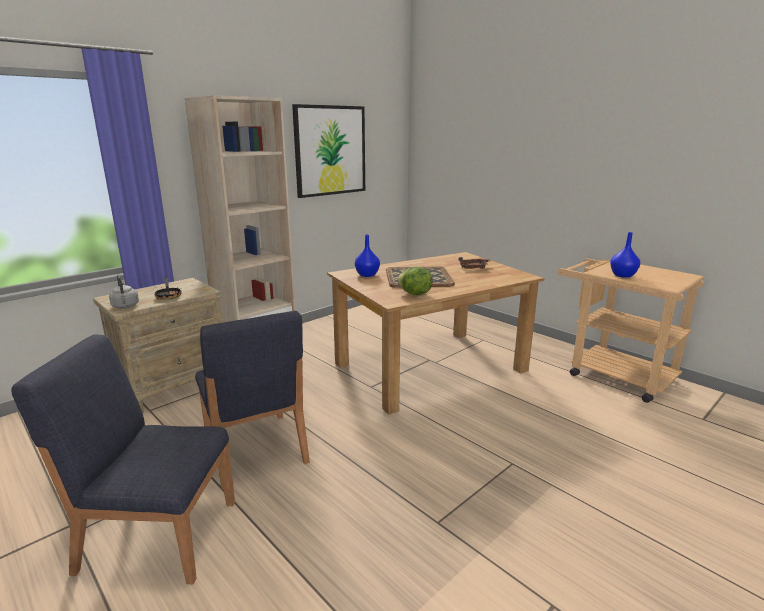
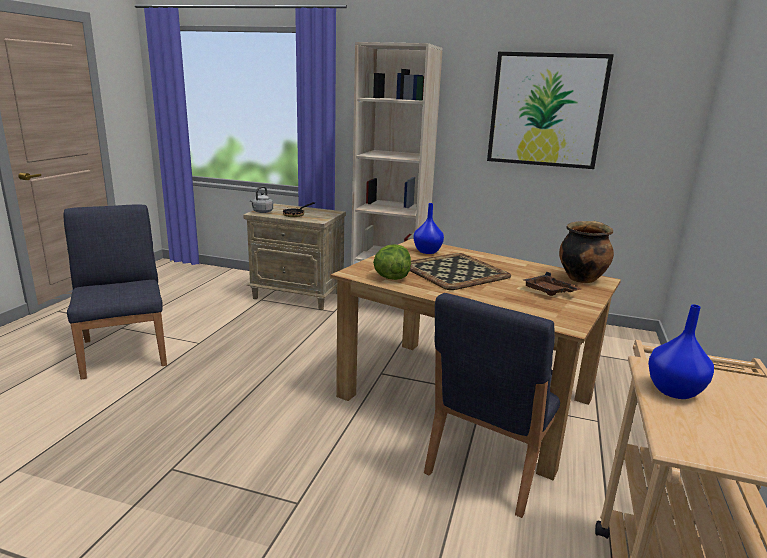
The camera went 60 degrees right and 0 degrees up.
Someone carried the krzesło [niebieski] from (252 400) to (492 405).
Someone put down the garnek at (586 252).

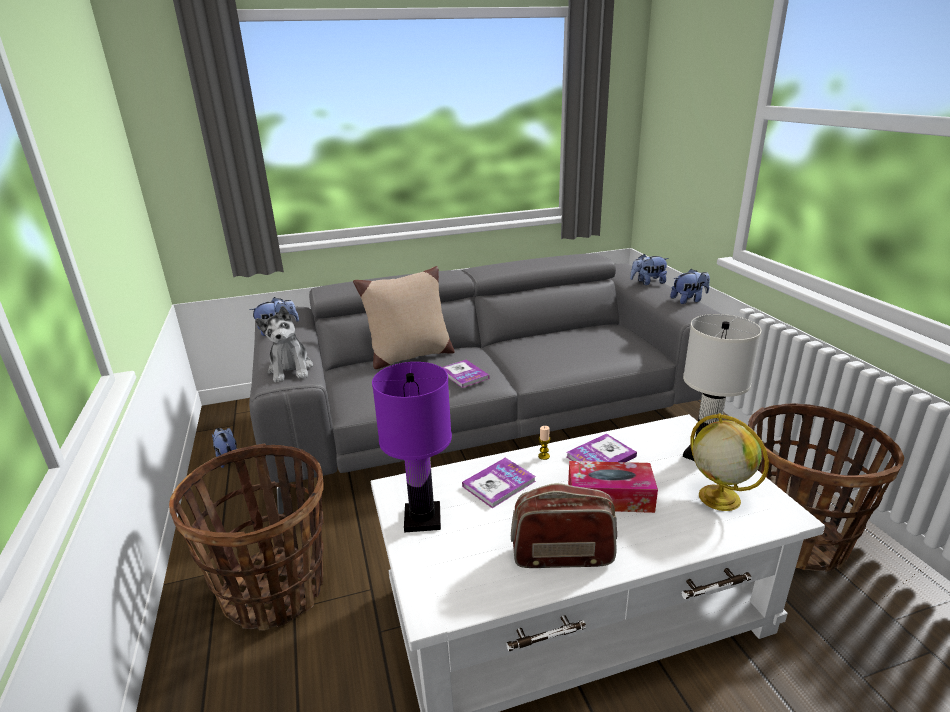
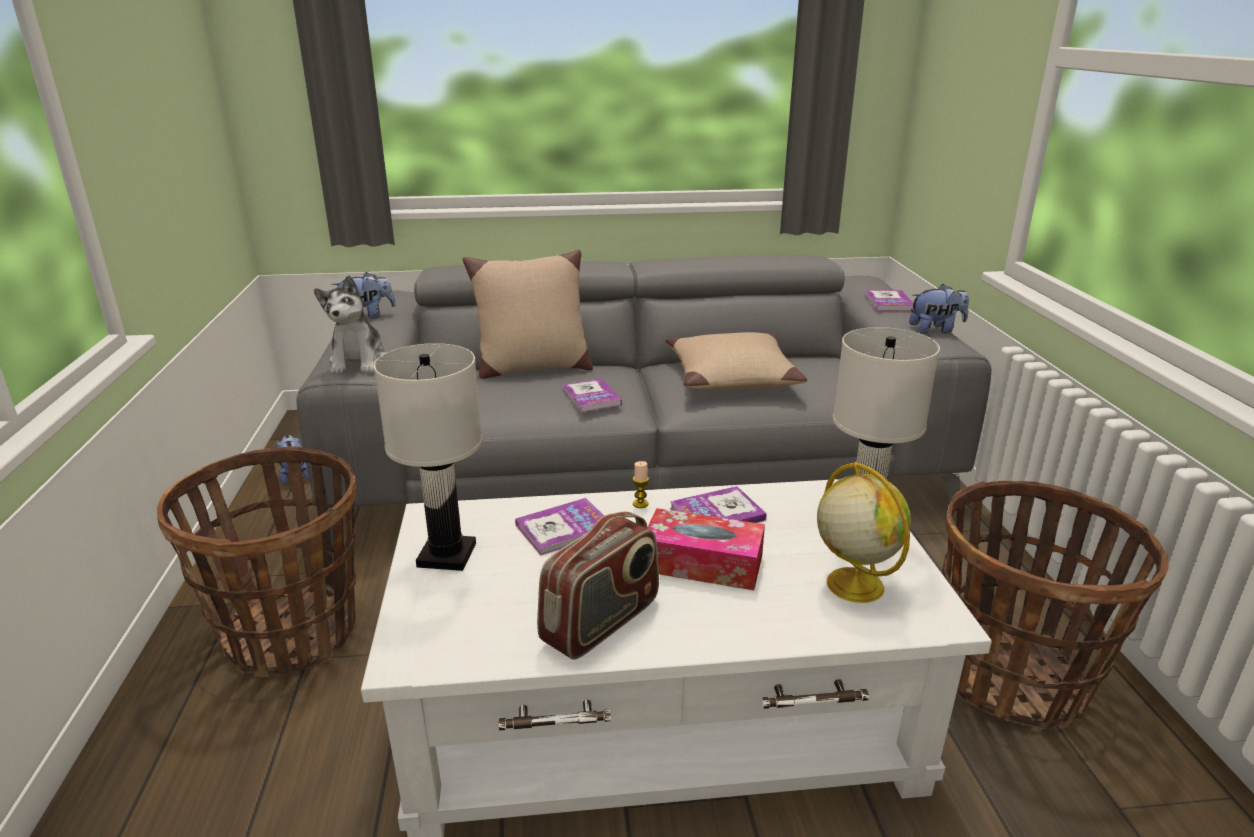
The camera went 10 degrees right and 0 degrees up.
Someone repainted the lampa stołowa [fioletowy] at (412 447), which became the lampa stołowa [biały] at (428 457).
Someone rotated the radio at (564 525) by 120 degrees clockwise.
Someone put down the poduszka [beżowy] at (736 361).
Someone swapped the pluszak at (649 269) for the książka at (889 300).

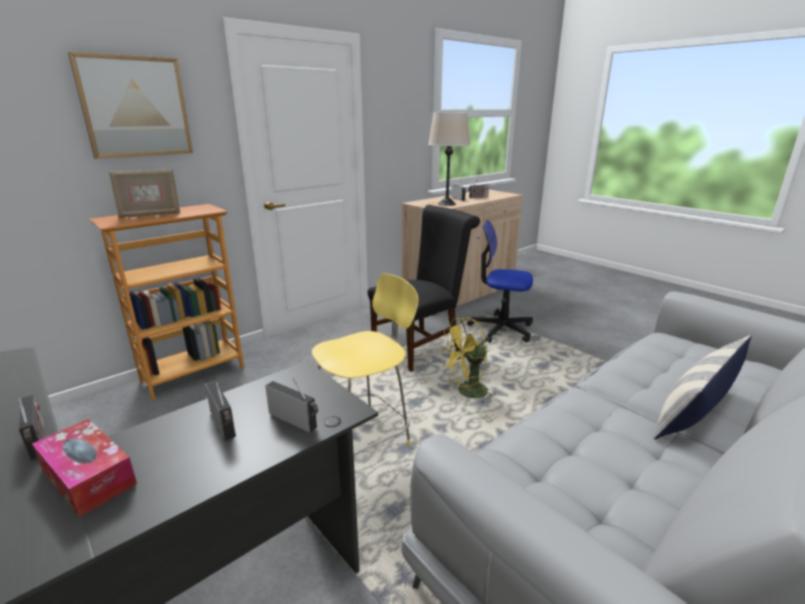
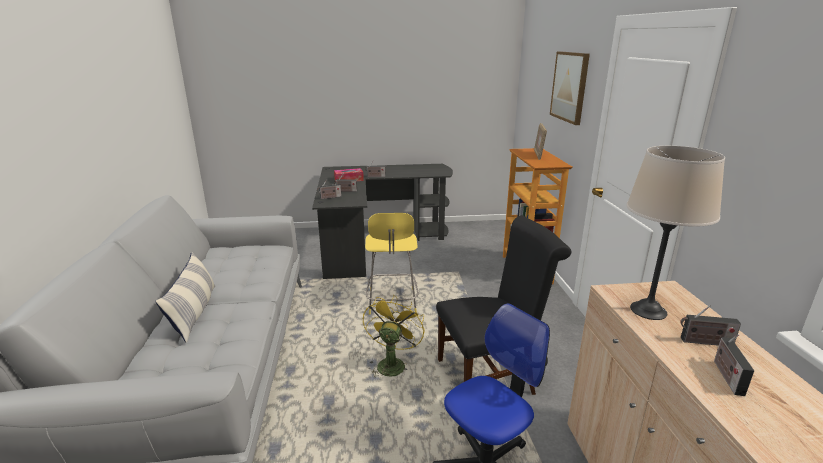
The camera went 125 degrees right and 0 degrees up.
Someone rotated the krzesło [czarny] at (424 288) by 105 degrees counterclockwise.

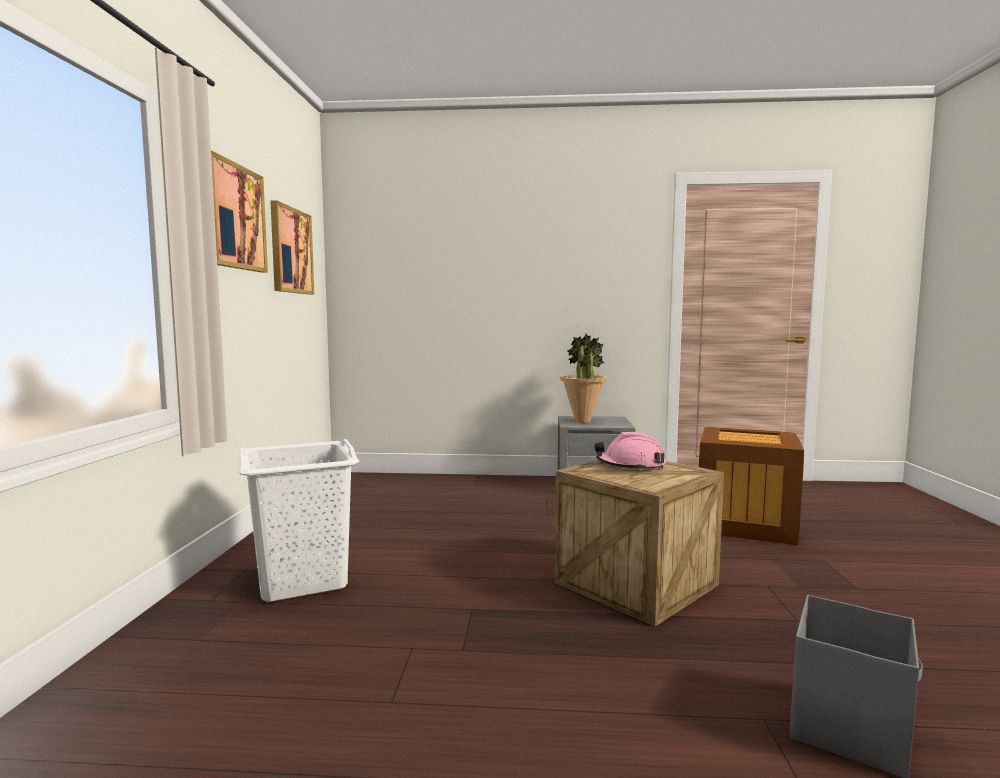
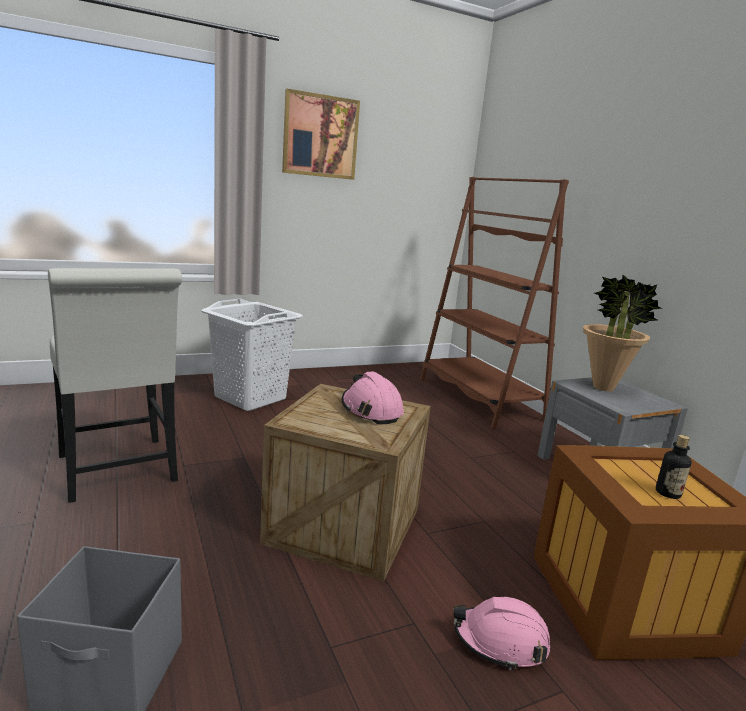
The camera went 60 degrees right and 10 degrees up.
Someone put down the krzesło [biały] at (115 385).
Someone put down the regał [brązowy] at (494 303).
Someone put down the kask [różowy] at (502 633).
Someone put down the butelka at (674 467).
Someone took away the obraz at (292 247).

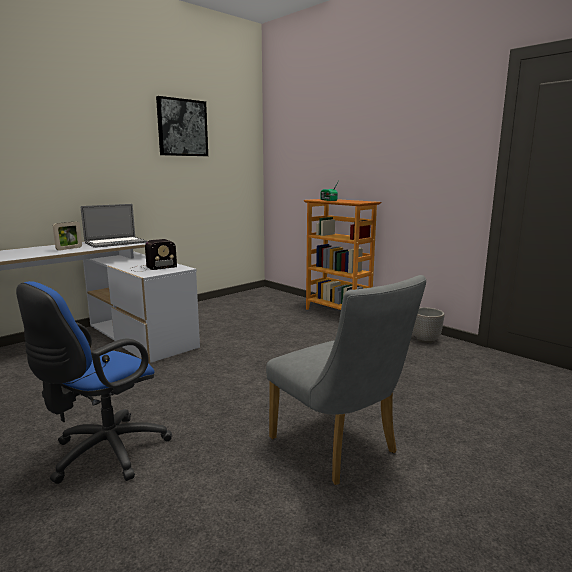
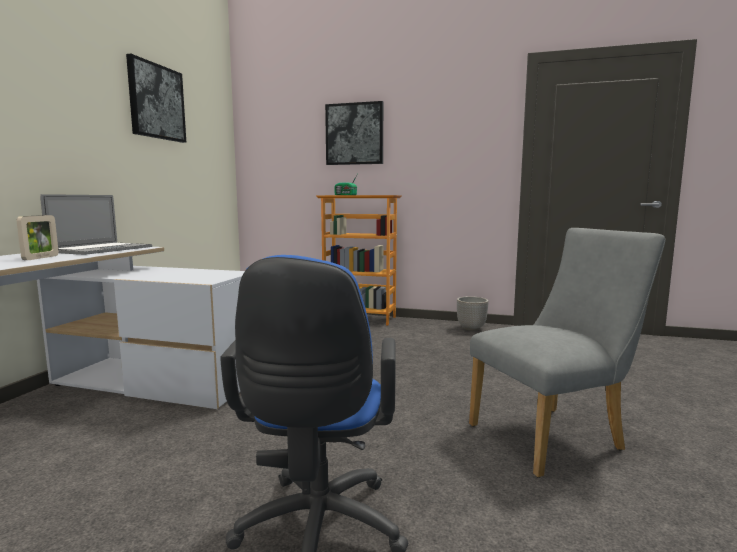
The camera went 30 degrees left and 5 degrees down.
Someone put up the obraz at (354 133).
Someone rotated the krzesło [szary] at (346 380) by 45 degrees counterclockwise.
Someone took away the radio at (153 255).

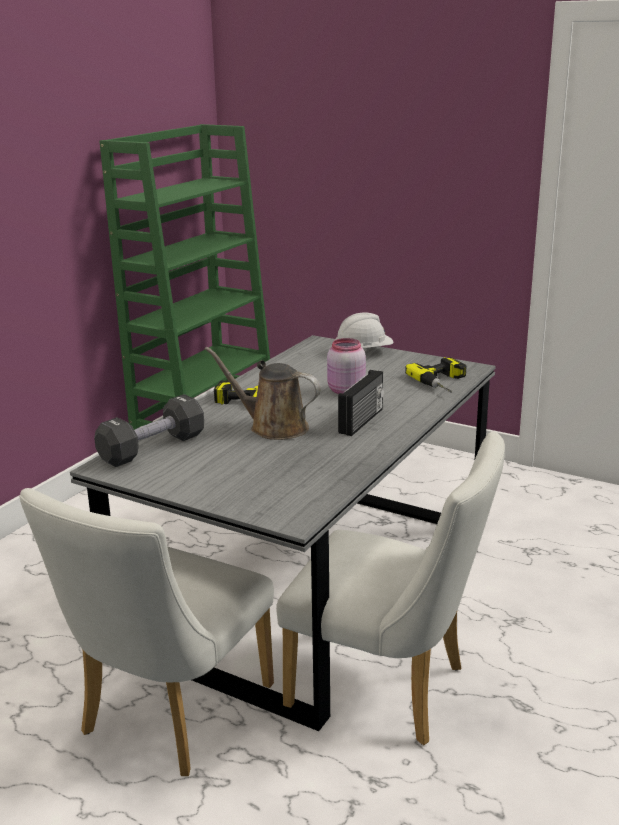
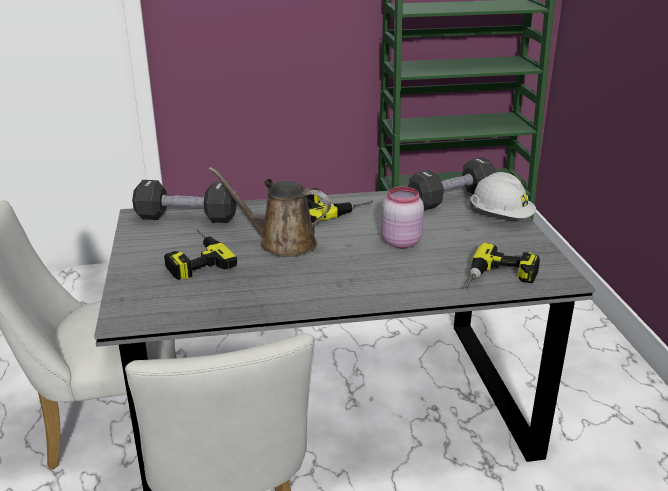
The camera went 50 degrees right and 5 degrees up.
Someone put down the wiertarka at (200 254).
Someone rotated the konewka [brązowy] at (263 393) by 60 degrees counterclockwise.
Someone put down the hantel [czarny] at (452 184).
Someone took away the radio at (361 403).

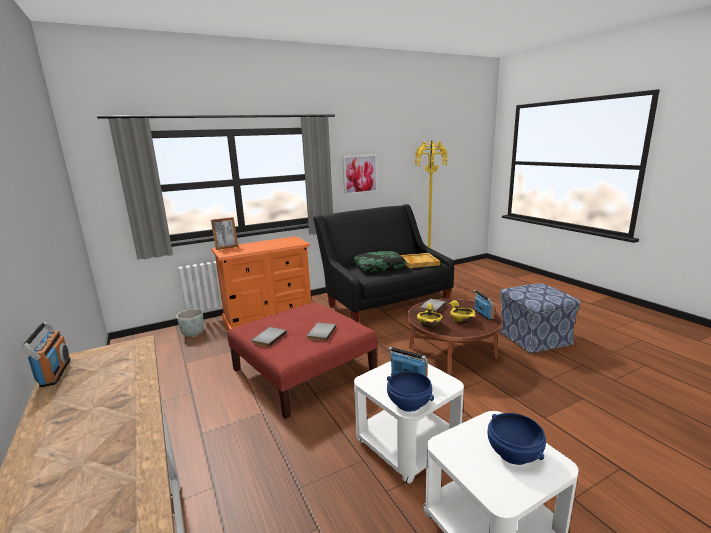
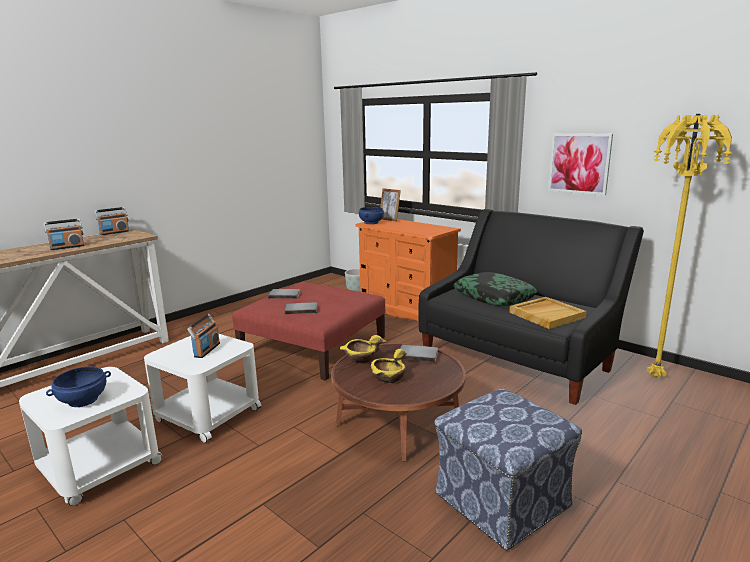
The camera went 70 degrees right and 0 degrees up.
Someone carried the radio from (484 305) to (64 234).
Someone carried the miska [niebieski] from (410 391) to (371 215).

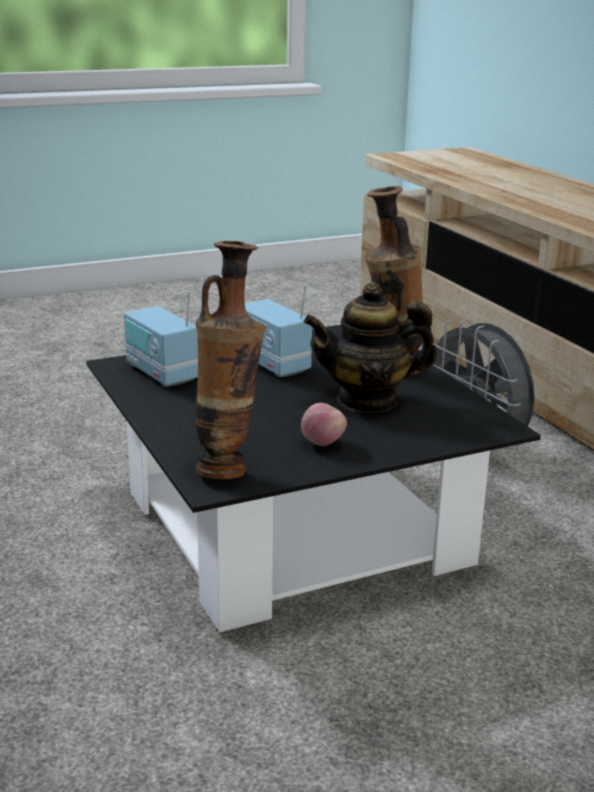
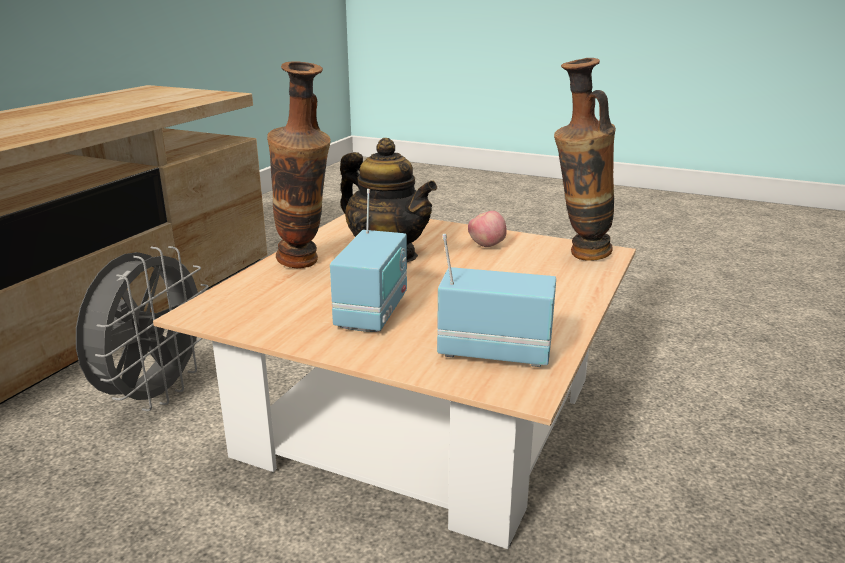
The camera went 130 degrees left and 0 degrees up.
Someone repainted the ława [czarny] at (313 479), which became the ława [beżowy] at (394 381).
Someone rotated the radio at (161 339) by 90 degrees counterclockwise.

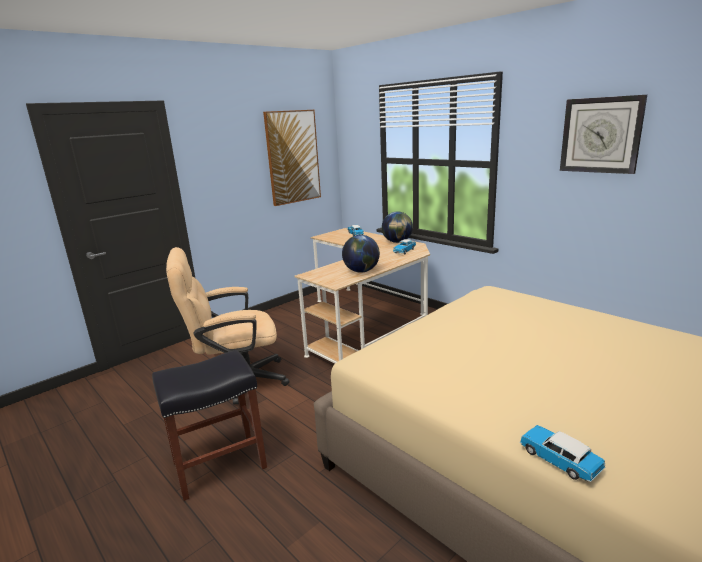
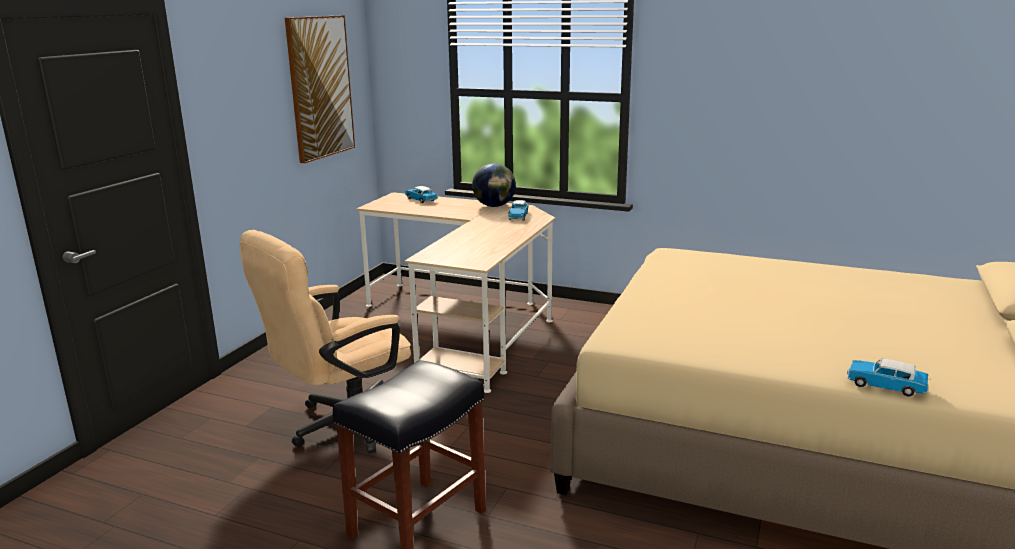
The camera went 25 degrees left and 0 degrees up.
Someone took away the globus at (361 253).
Someone took away the zegar ścienny at (603 134).

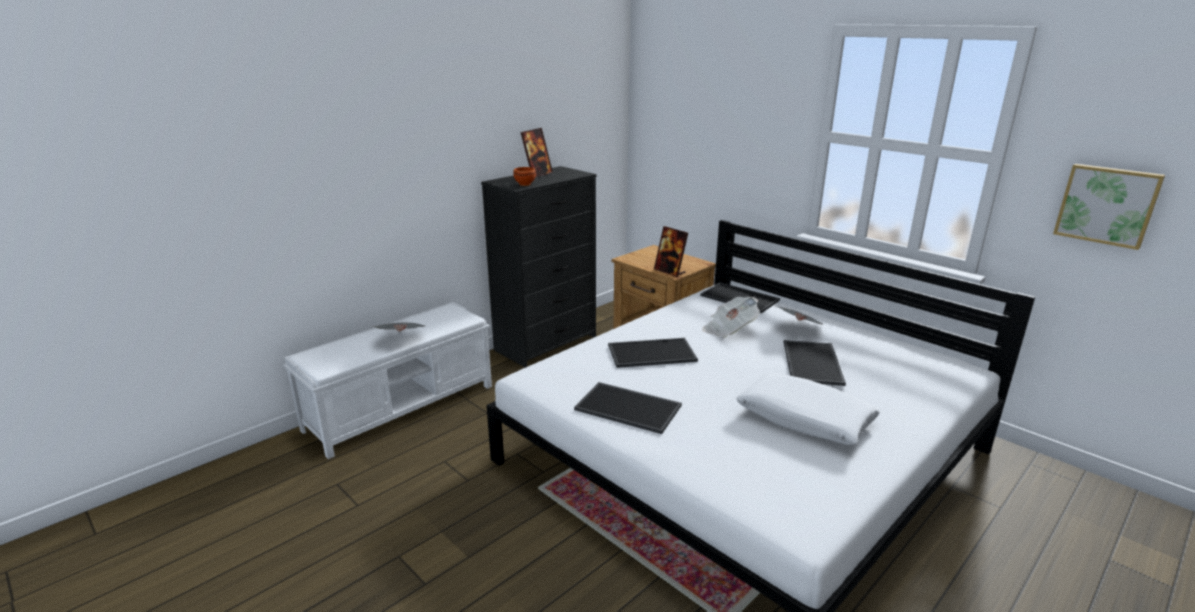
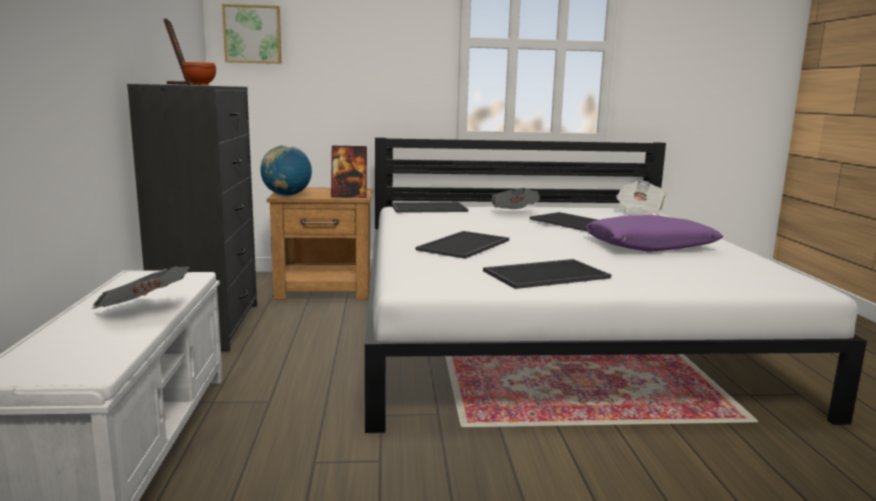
The camera went 50 degrees left and 10 degrees down.
Someone carried the obraz from (1109 207) to (252 34).
Someone put down the globus at (286 170).
Someone repainted the poduszka [biały] at (808 408), which became the poduszka [fioletowy] at (654 233).
Someone carried the gazeta from (731 317) to (641 198).

